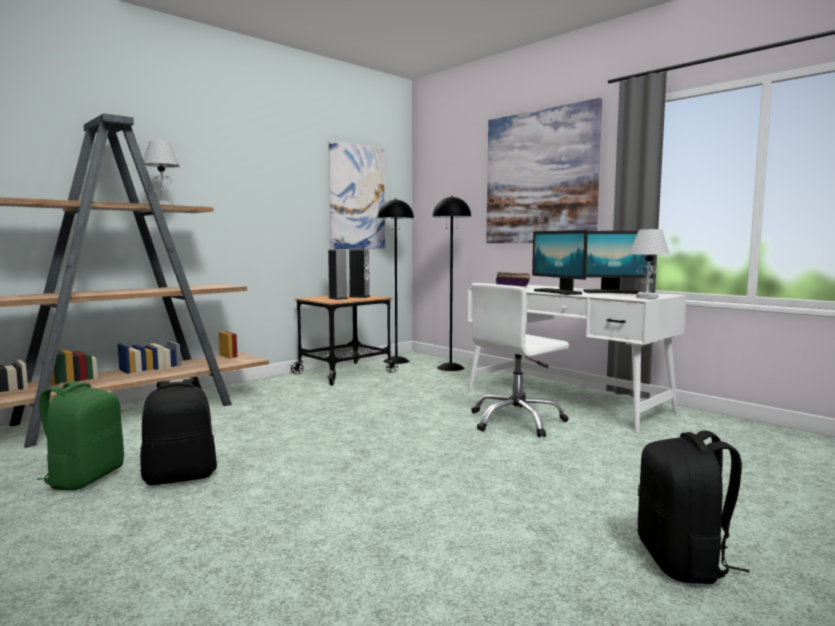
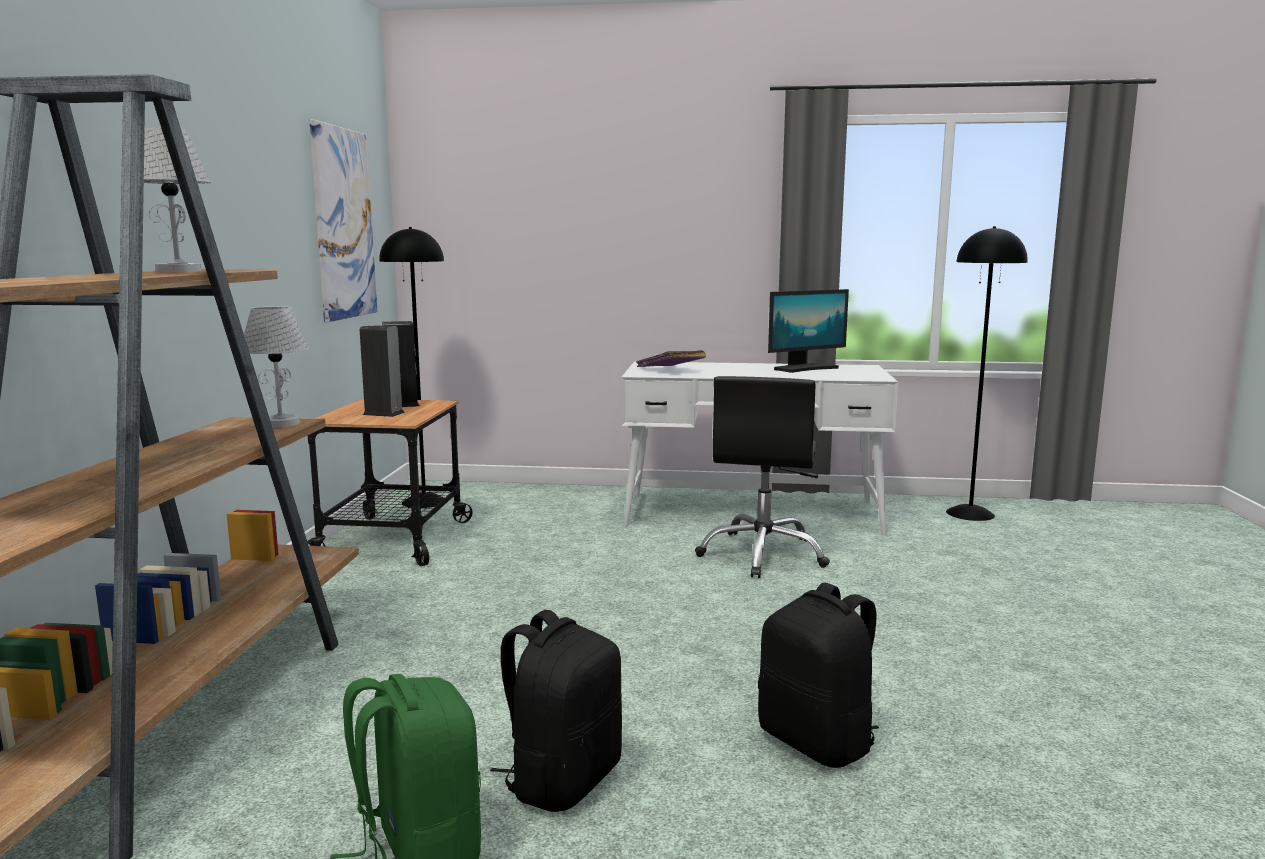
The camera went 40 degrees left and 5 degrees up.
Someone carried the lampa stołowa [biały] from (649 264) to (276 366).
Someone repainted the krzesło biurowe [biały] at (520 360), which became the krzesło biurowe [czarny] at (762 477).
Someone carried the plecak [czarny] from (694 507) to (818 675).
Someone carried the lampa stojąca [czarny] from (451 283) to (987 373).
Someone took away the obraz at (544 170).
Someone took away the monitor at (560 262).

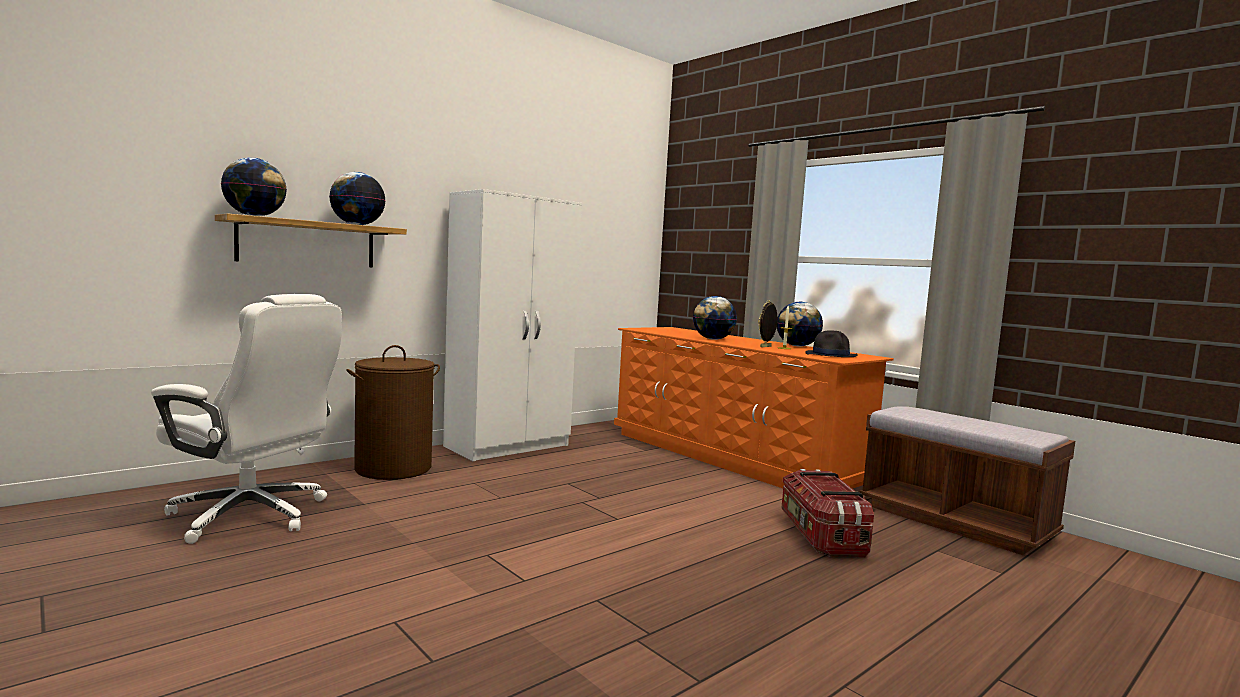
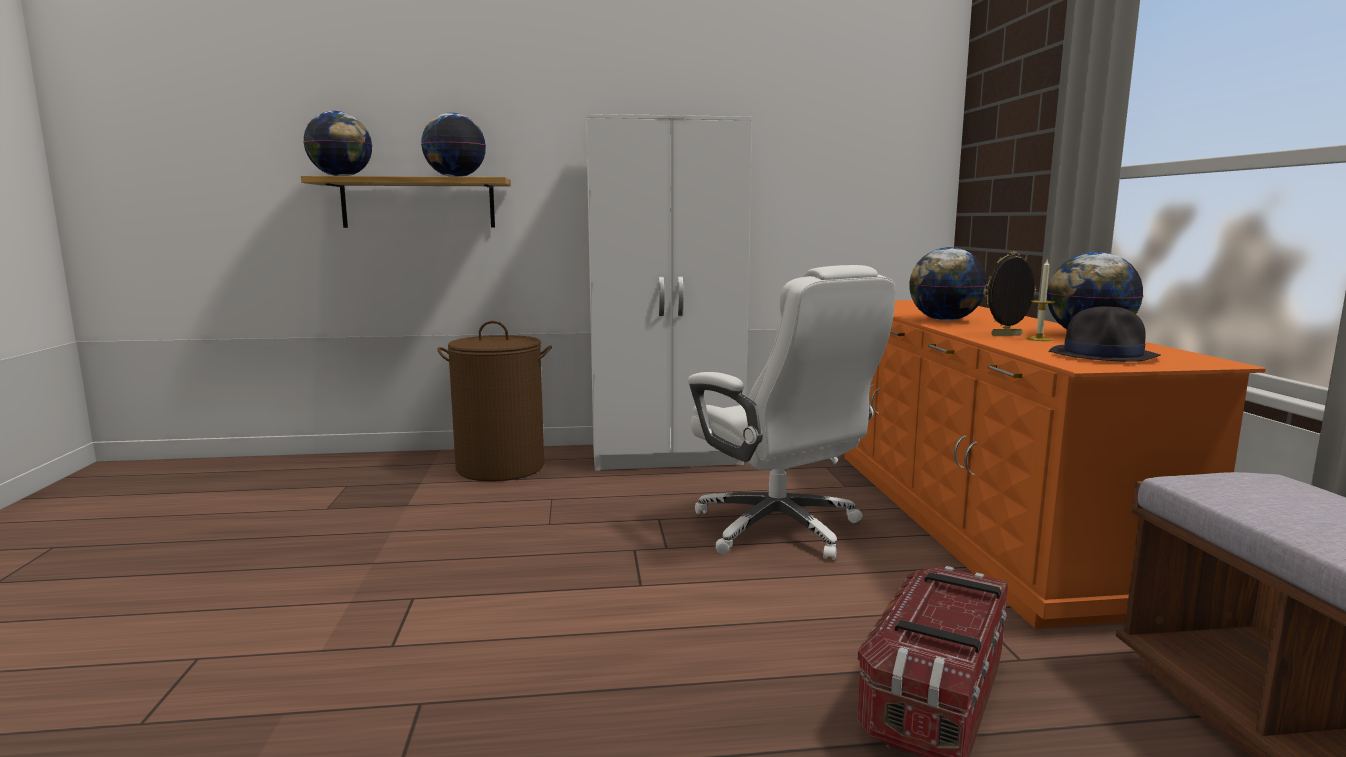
The camera went 35 degrees right and 5 degrees up.
Someone carried the krzesło biurowe [biały] from (246 419) to (791 412).

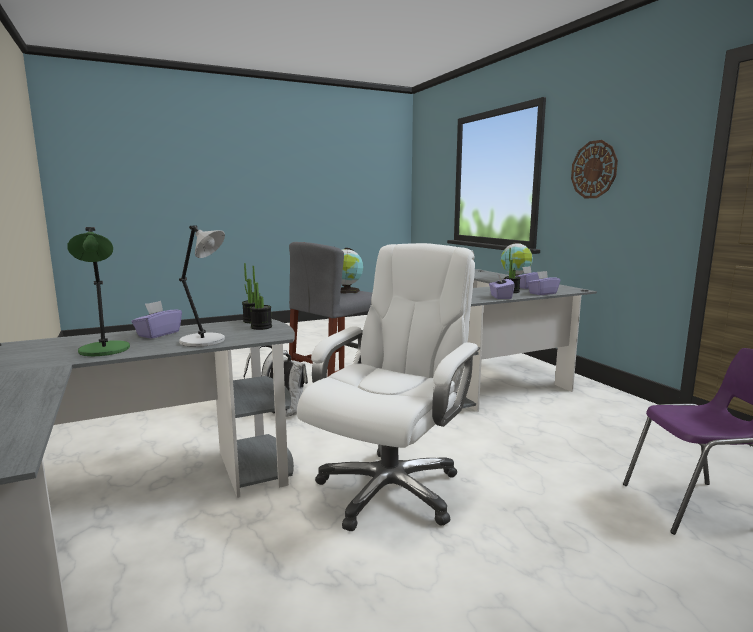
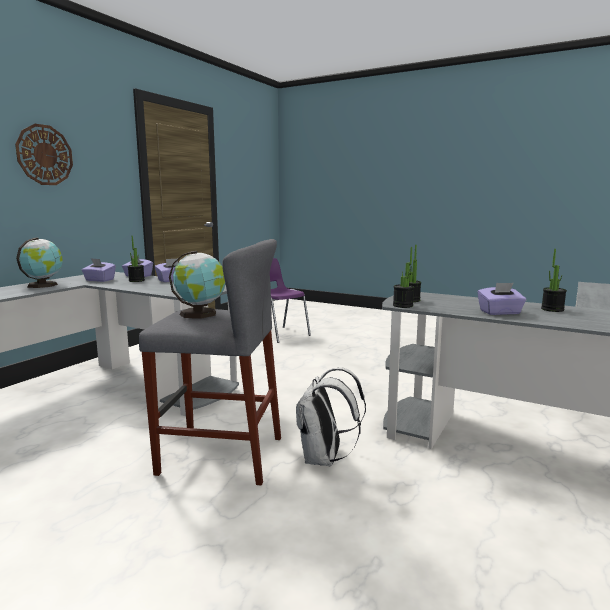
The camera went 125 degrees left and 0 degrees up.
Someone swapped the lampa stołowa [zielony] at (98 291) for the roślina doniczkowa at (554 280).
Someone took away the lampa stołowa [szary] at (202 286).
Someone took away the krzesło biurowe [biały] at (388 387).

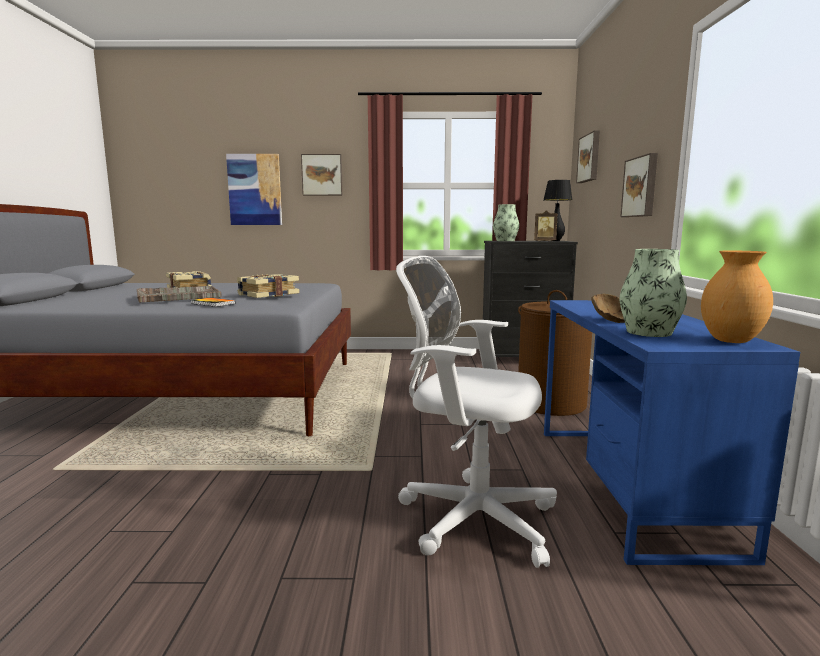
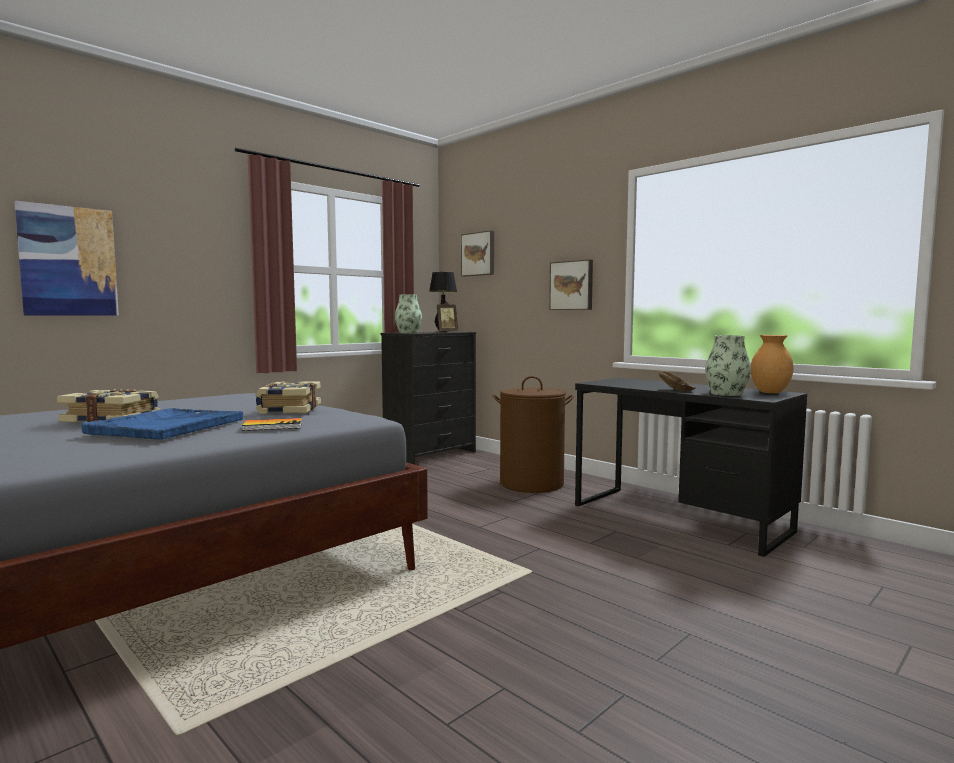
The camera went 45 degrees left and 5 degrees down.
Someone repainted the taca [szary] at (179 294), which became the taca [niebieski] at (162 424).
Someone repainted the biurko [niebieski] at (672 432), which became the biurko [czarny] at (691 467).
Someone took away the obraz at (322 175).
Someone took away the krzesło biurowe [biały] at (476 412).

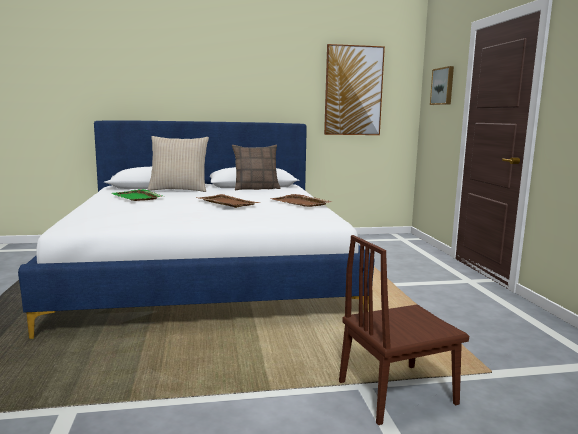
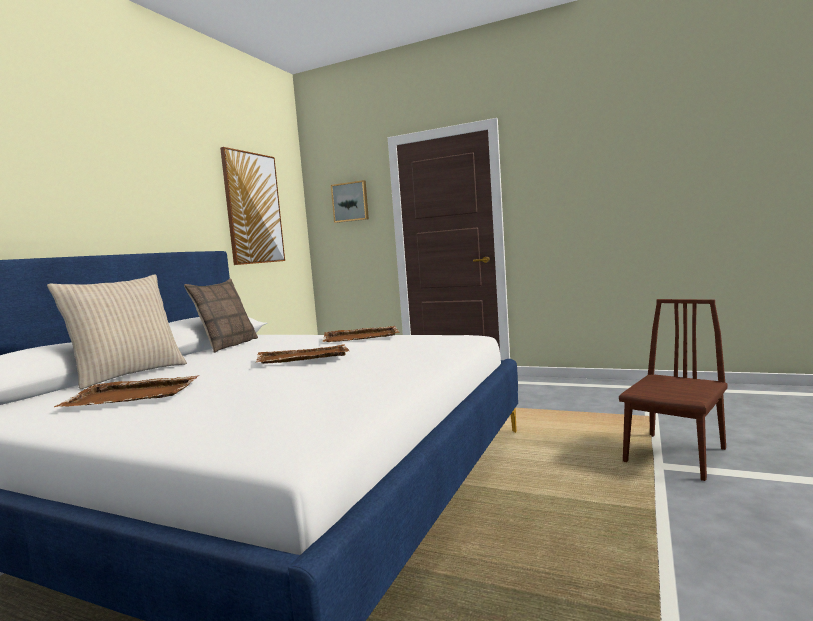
The camera went 55 degrees left and 5 degrees down.
Someone repainted the taca [zielony] at (137 195), which became the taca [brązowy] at (126 391).
Someone rotated the krzesło [brązowy] at (404 330) by 150 degrees counterclockwise.

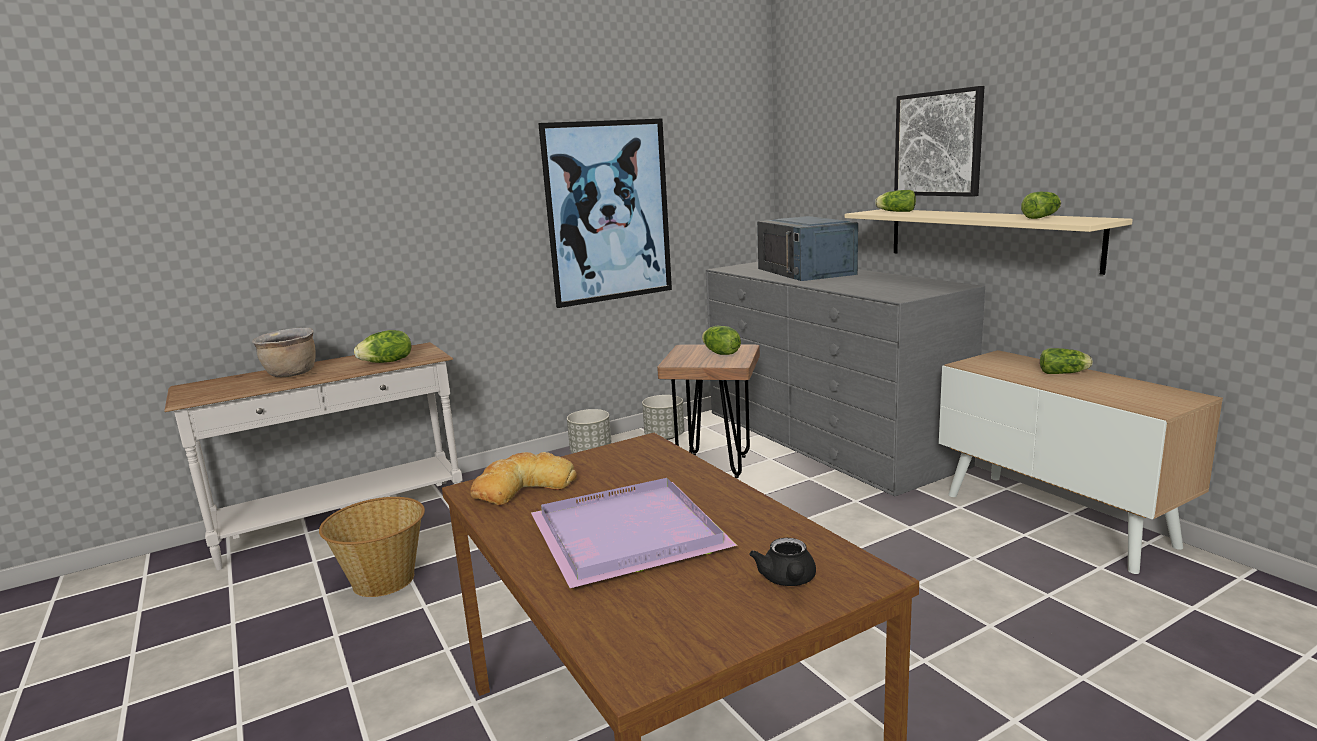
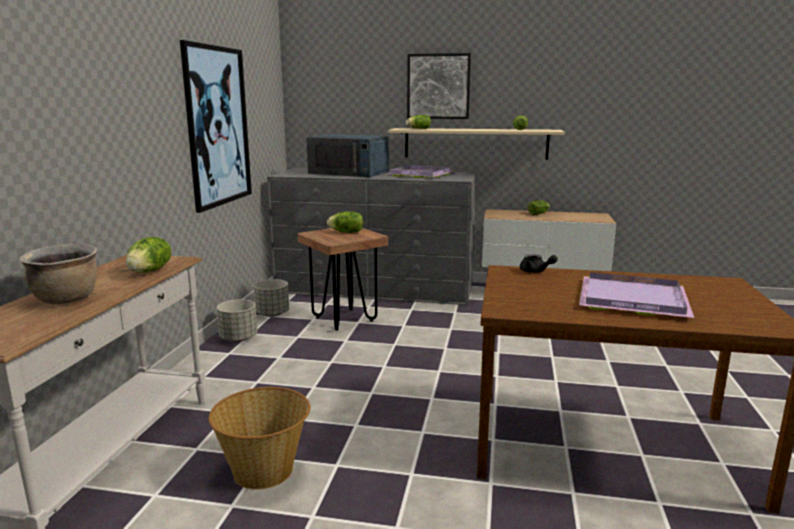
The camera went 50 degrees left and 0 degrees up.
Someone put down the taca [fioletowy] at (420 171).
Someone carried the imbryk [czarny] from (782 562) to (539 263).
Someone took away the chleb at (523 478).

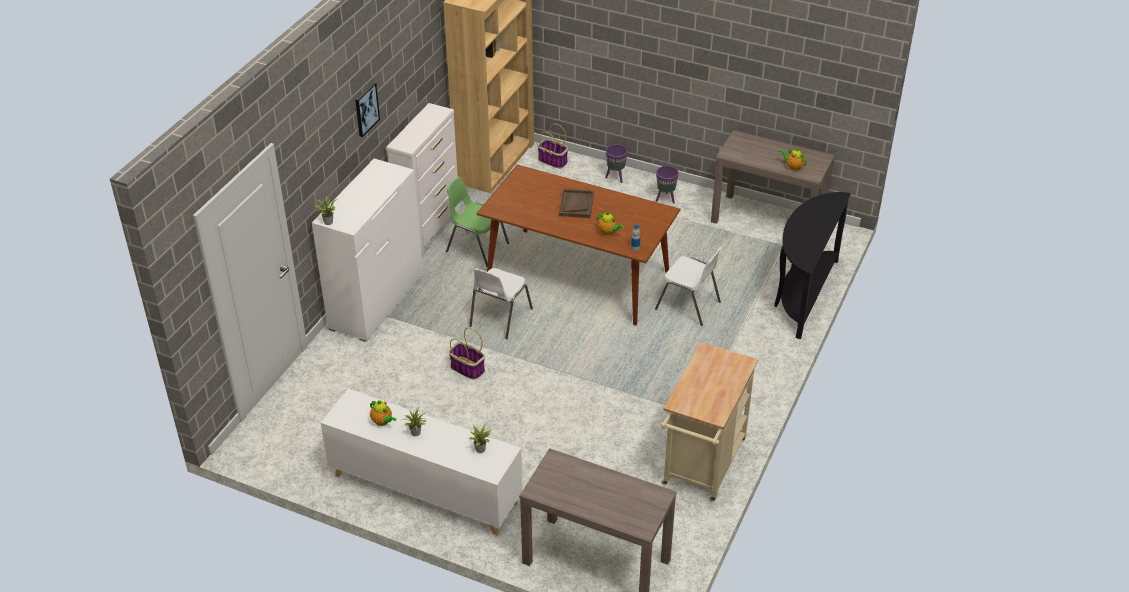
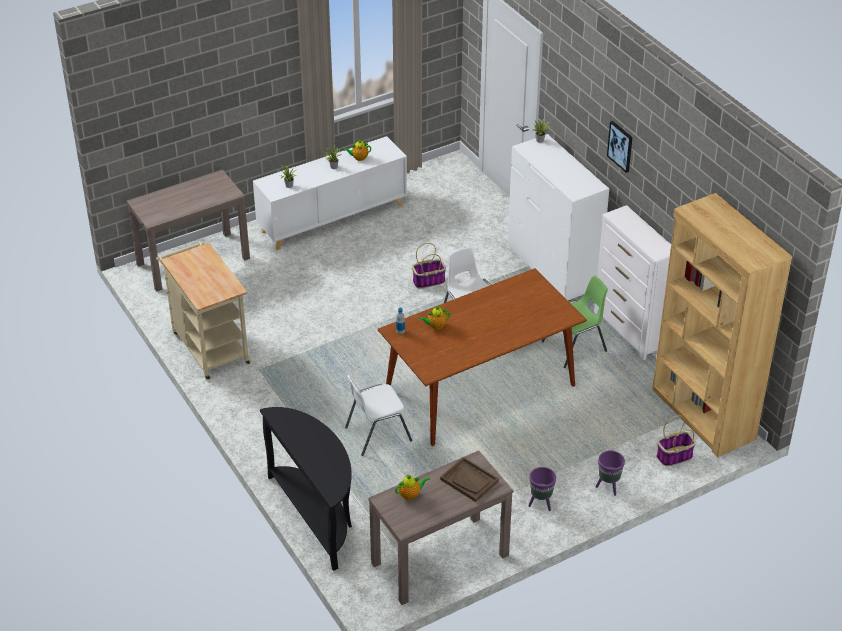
The camera went 125 degrees right and 0 degrees up.
Someone carried the taca [brązowy] from (576 203) to (469 479).

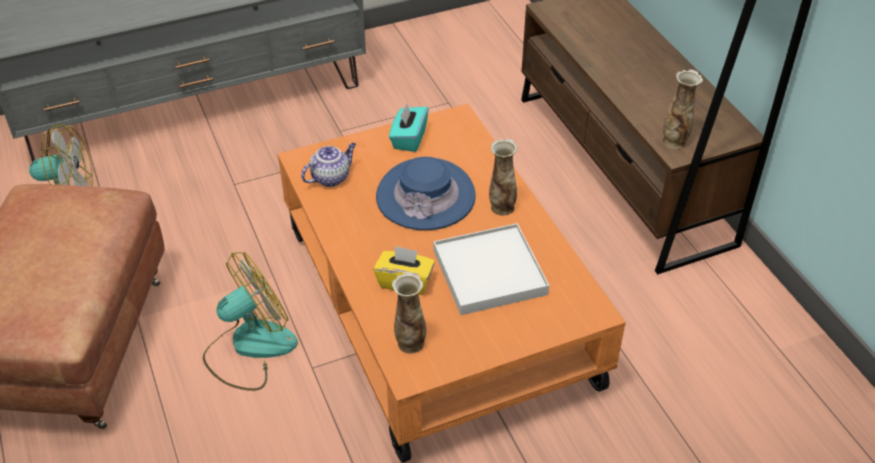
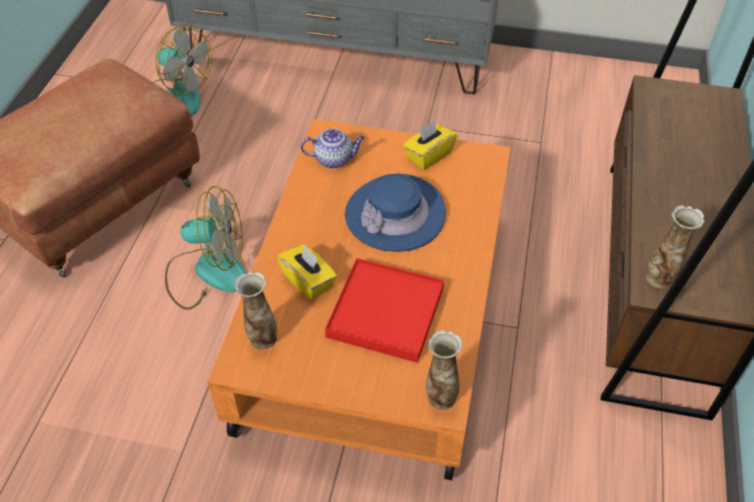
The camera went 35 degrees right and 5 degrees up.
Someone repainted the taca [biały] at (491 269), which became the taca [czerwony] at (384 310).
Someone repainted the pudełko chusteczek [turkusowy] at (409 127), which became the pudełko chusteczek [żółty] at (430 145).
Someone carried the wazon from (503 177) to (444 370).

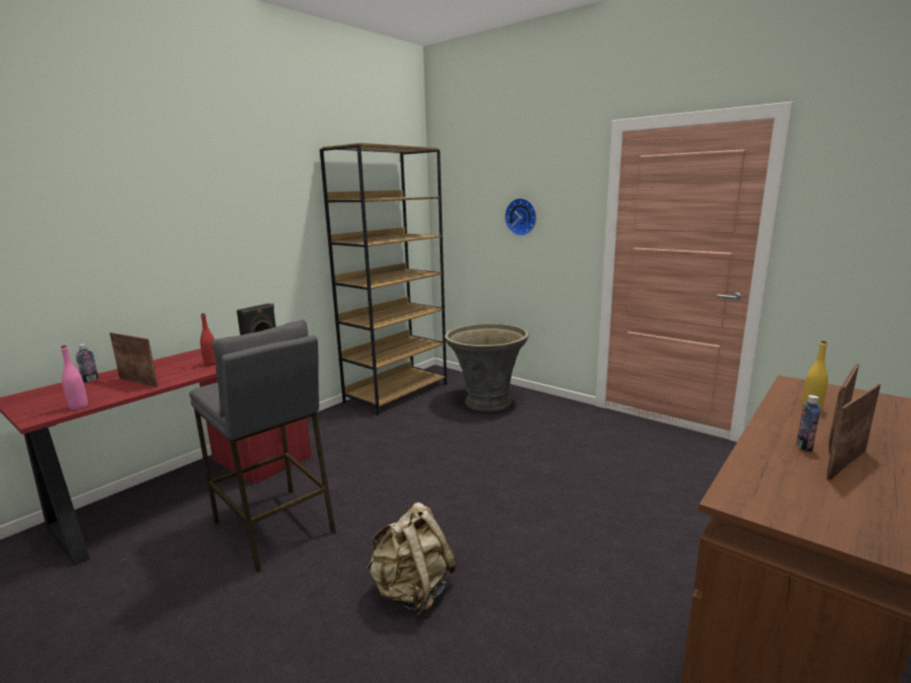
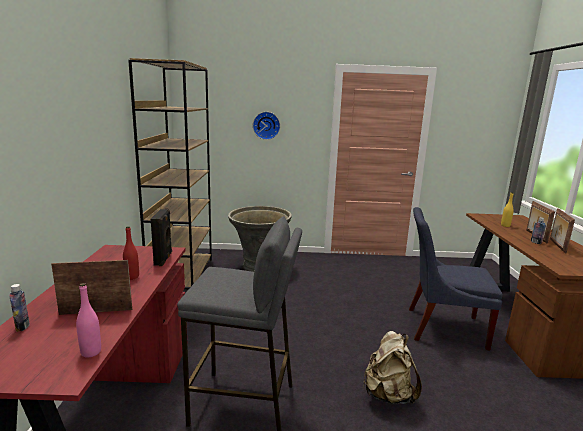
The camera went 40 degrees left and 0 degrees up.
Someone put down the krzesło [niebieski] at (456 278).

